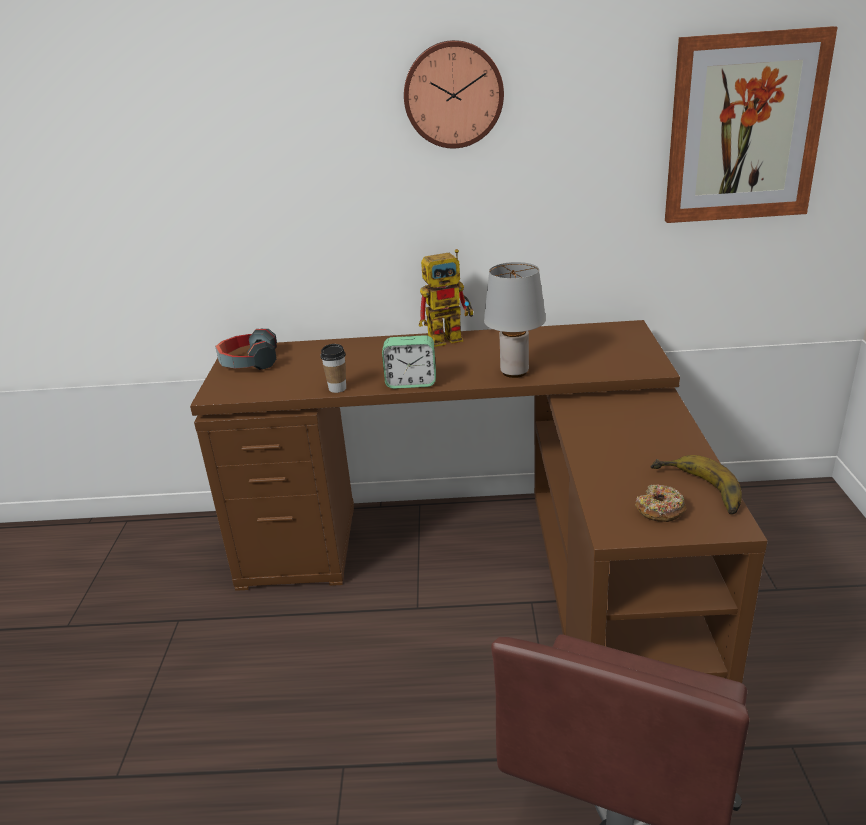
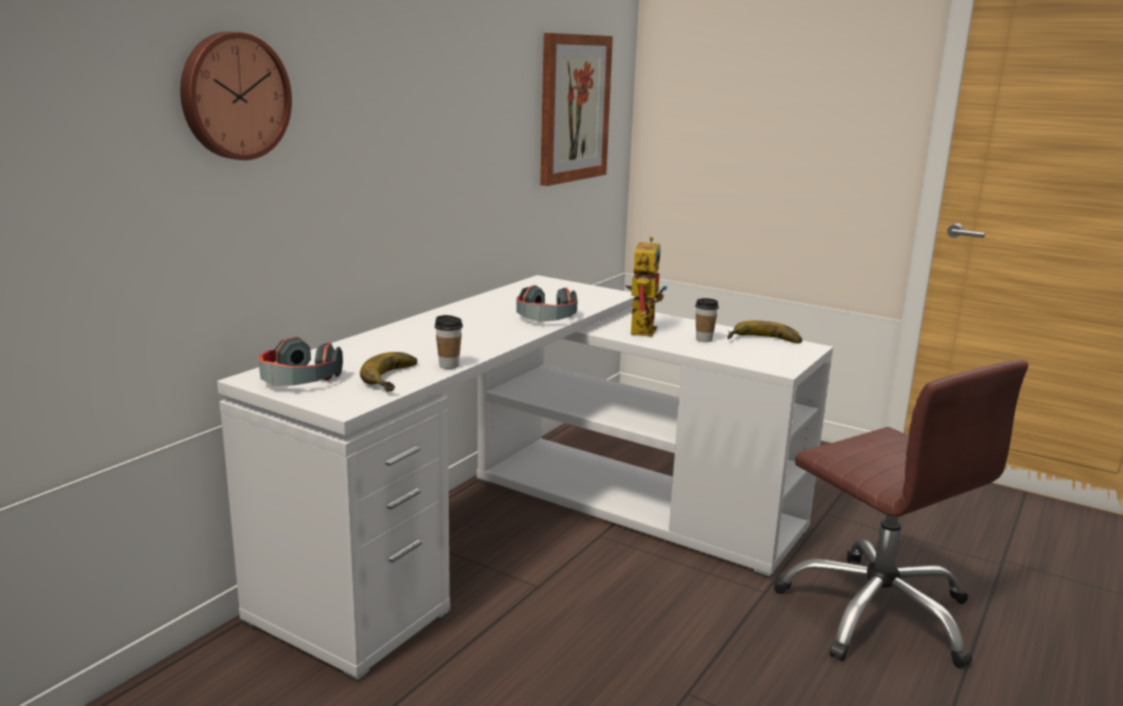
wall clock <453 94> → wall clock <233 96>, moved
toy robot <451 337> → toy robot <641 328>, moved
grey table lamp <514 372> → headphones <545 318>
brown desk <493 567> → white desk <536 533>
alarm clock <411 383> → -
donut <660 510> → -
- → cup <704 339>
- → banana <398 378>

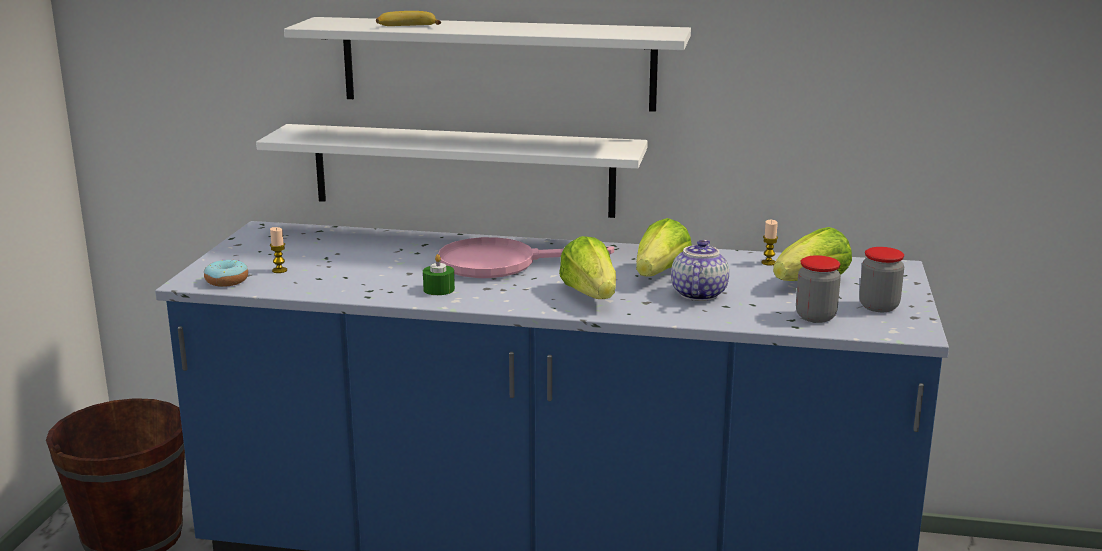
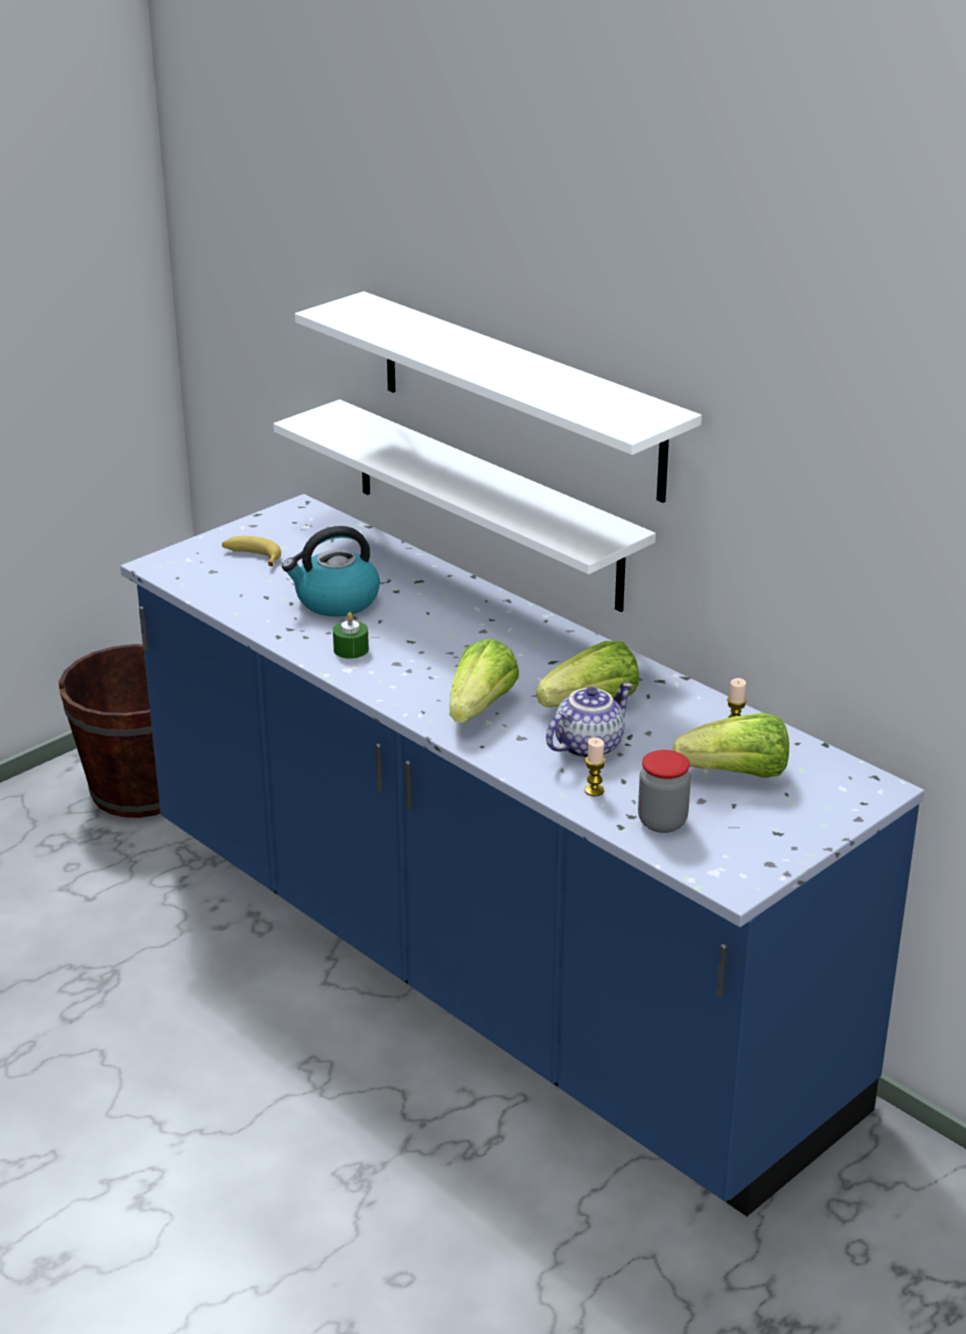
banana <407 27> → banana <252 556>, moved
candle <279 270> → candle <594 790>, moved
pink frying pan <501 263> → -
jar <878 306> → -
donut <227 281> → -
- → kettle <336 601>

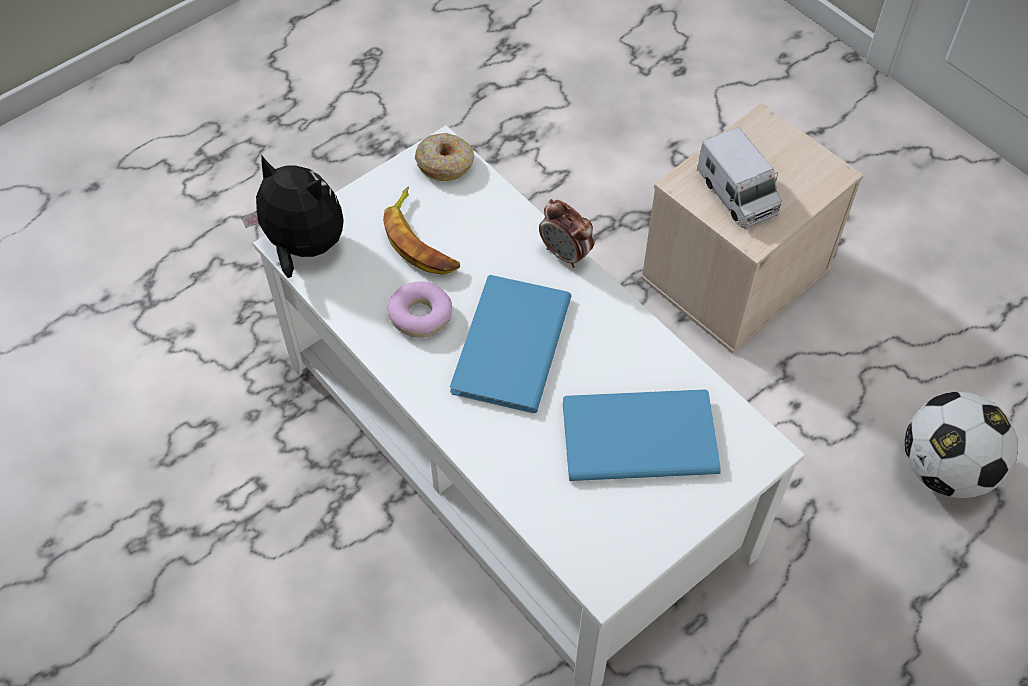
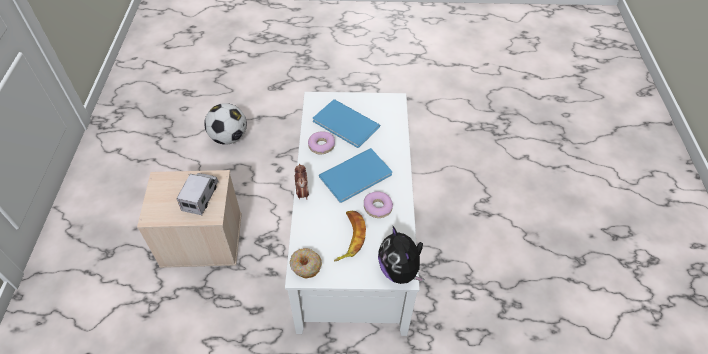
- → donut <321 146>

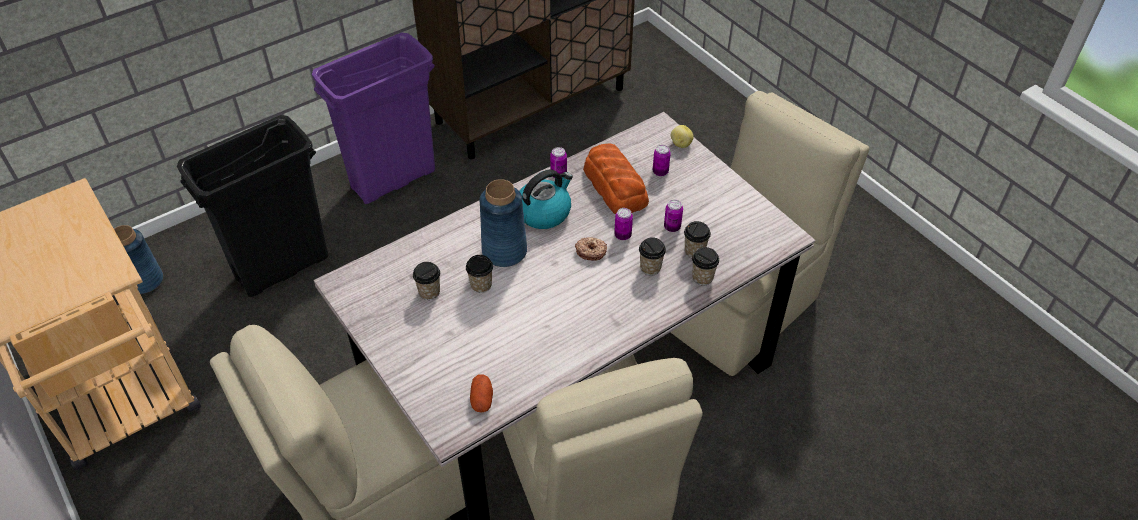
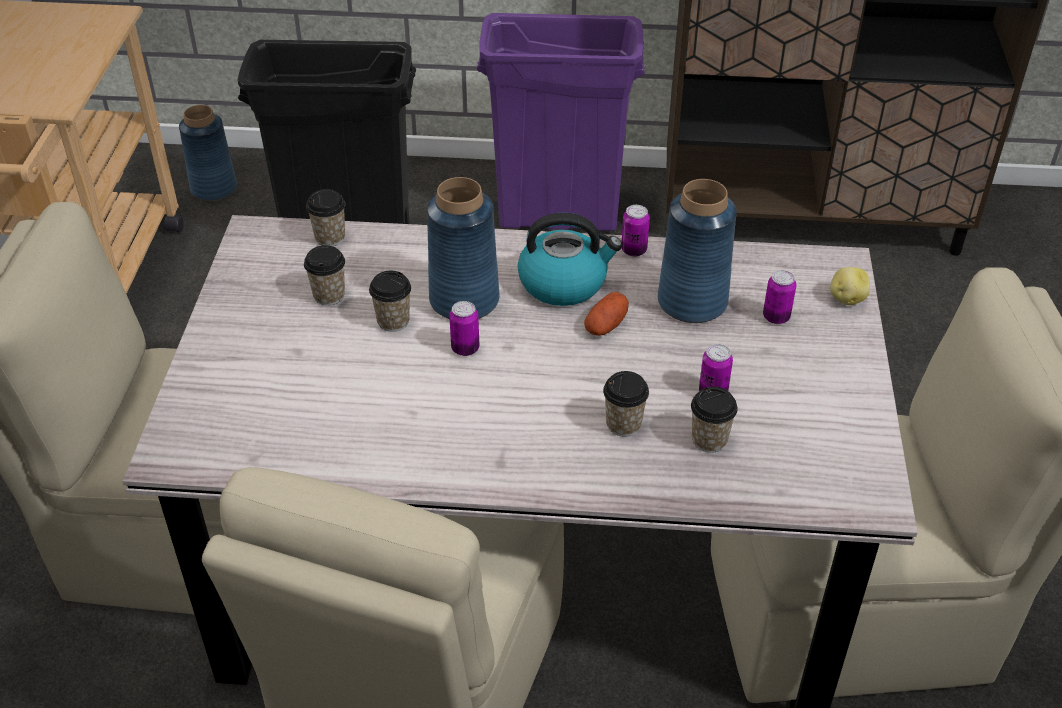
bread <615 186> → blue vase <693 301>
can <622 235> → can <465 348>, moved
donut <591 251> → -
cup <702 278> → cup <330 237>, moved
potato <482 399> → potato <606 325>, moved

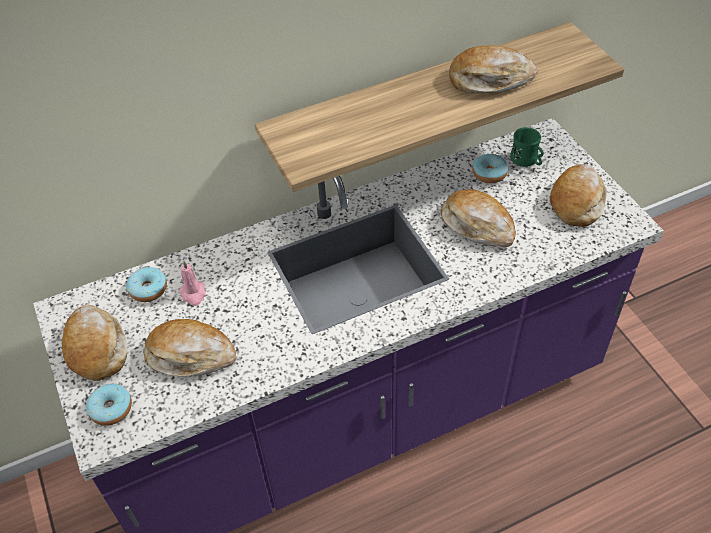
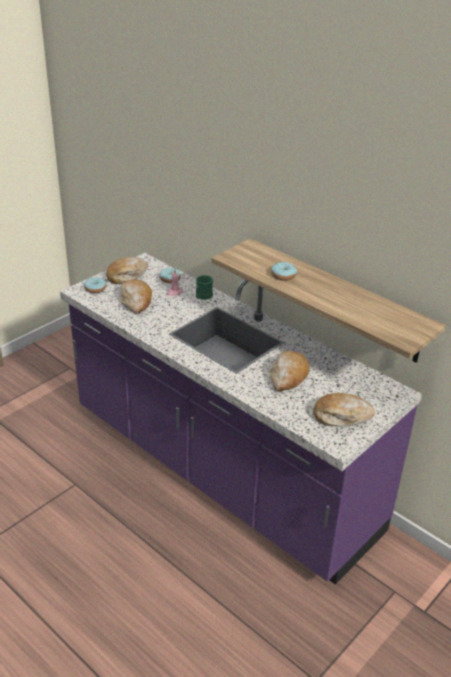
bread <489 79> → -
green mug <527 161> → green mug <202 297>, moved
donut <489 173> → donut <283 275>, moved

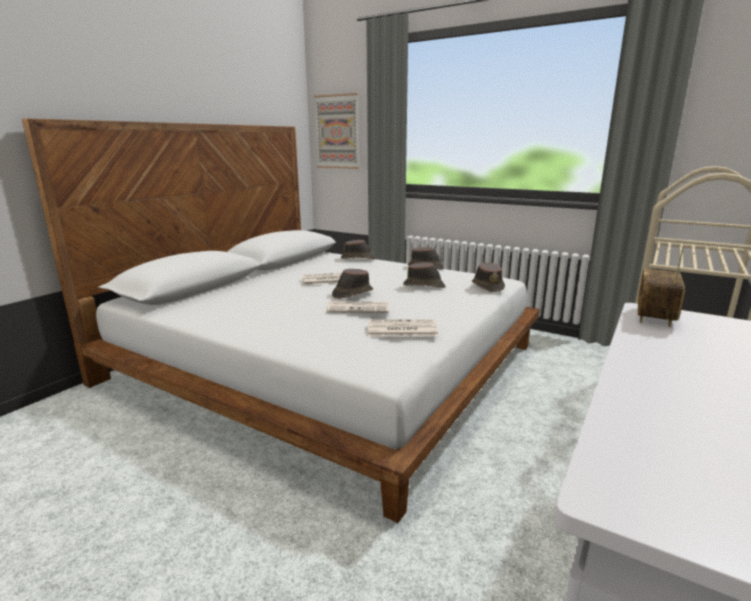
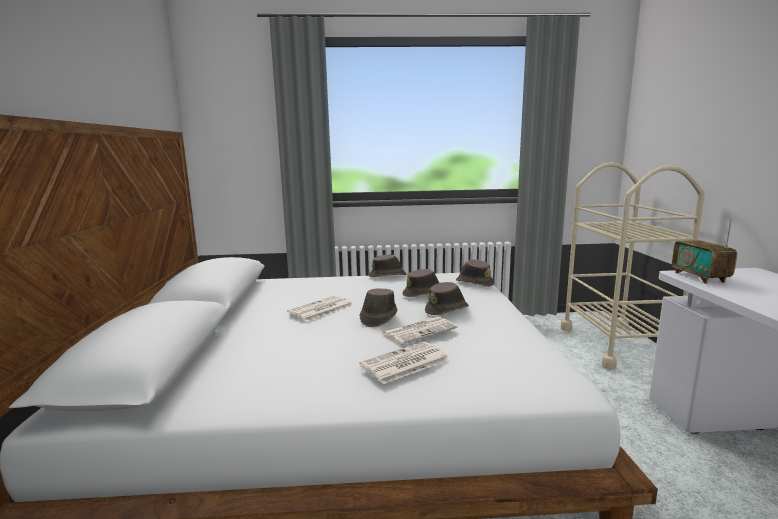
picture <337 132> → -
brown hat <358 259> → brown hat <447 310>, moved
newspaper <401 329> → newspaper <404 363>, moved

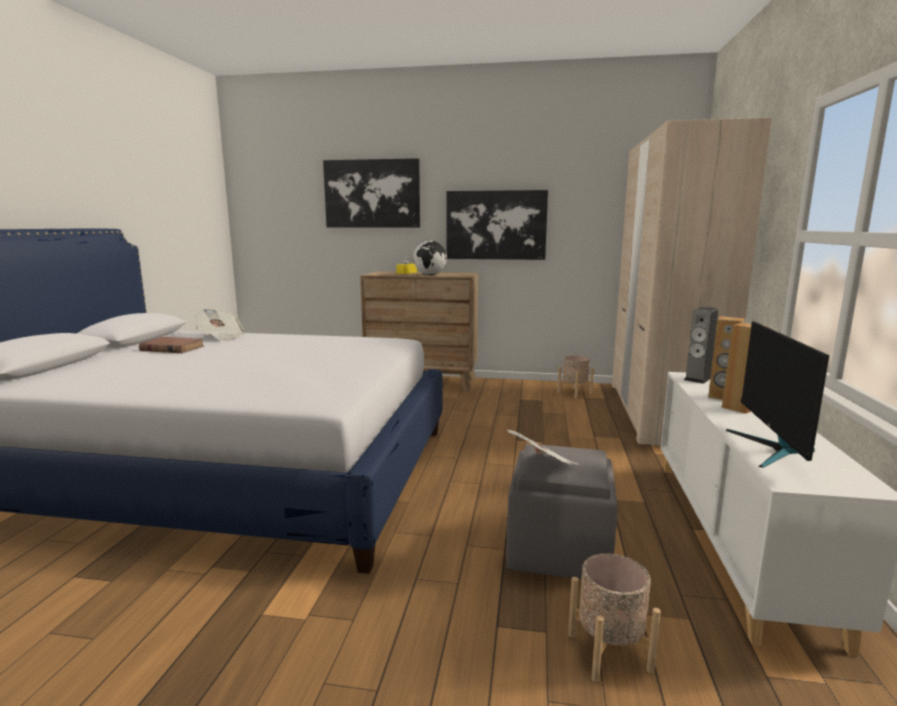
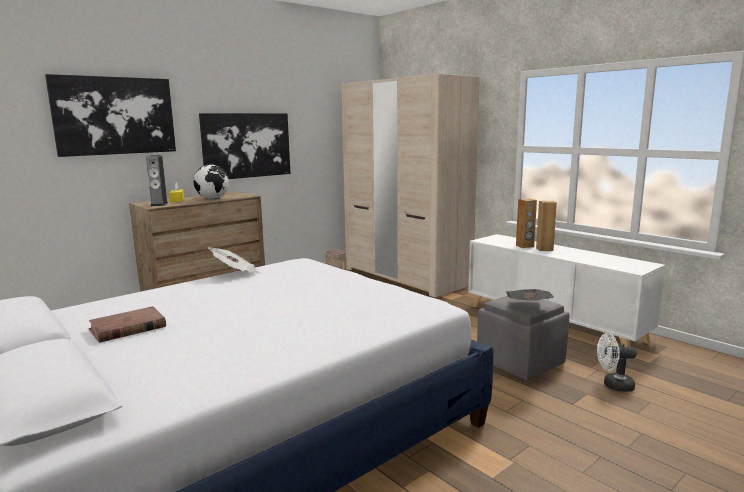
speaker <698 378> → speaker <159 204>, moved
newspaper <220 337> → newspaper <236 273>, moved
monitor <772 449> → -
beige planter <609 652> → white fan <613 385>

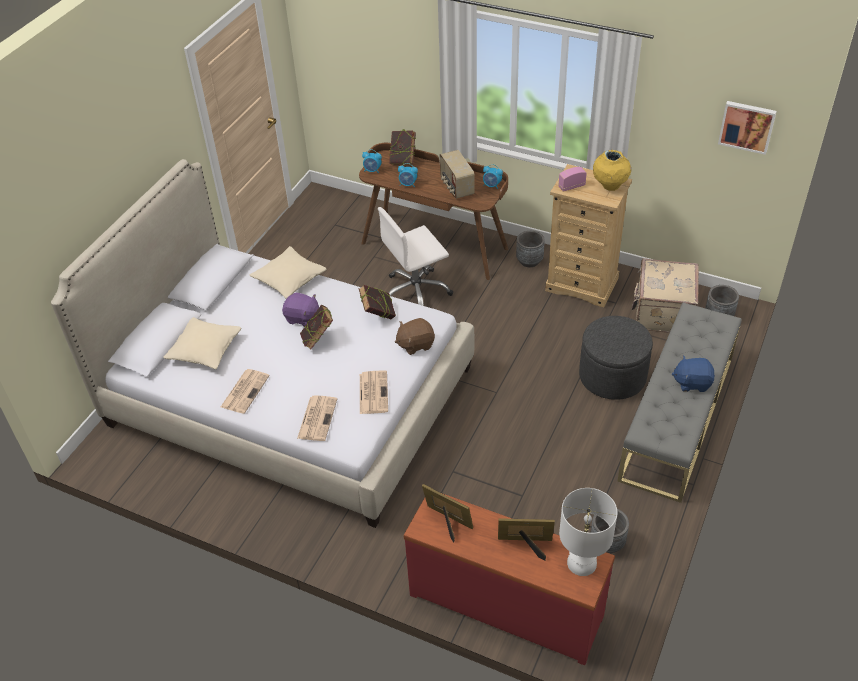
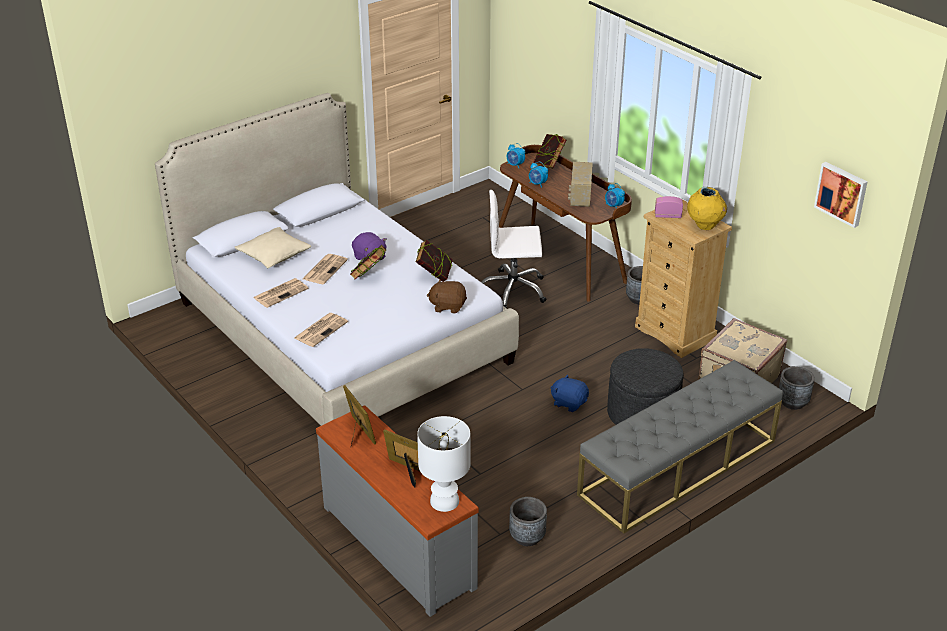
beige pillow <289 279> → -
blue plush toy <692 382> → blue plush toy <569 403>, moved
newspaper <373 392> → newspaper <325 269>, moved
red dresser <506 603> → grey dresser <400 545>

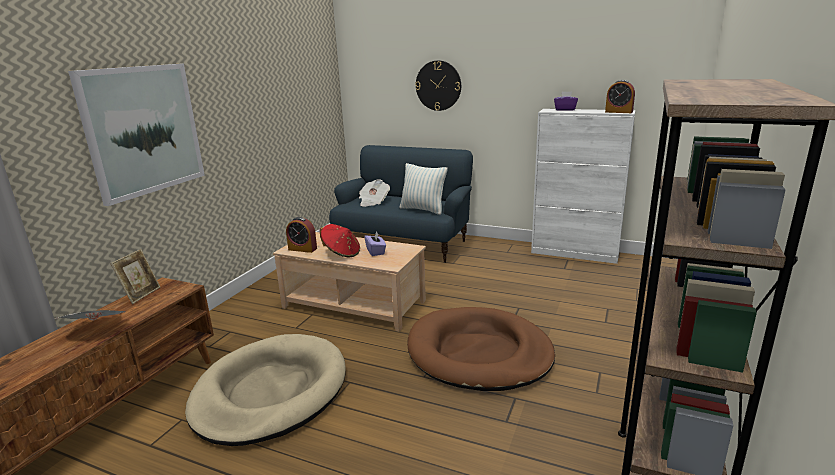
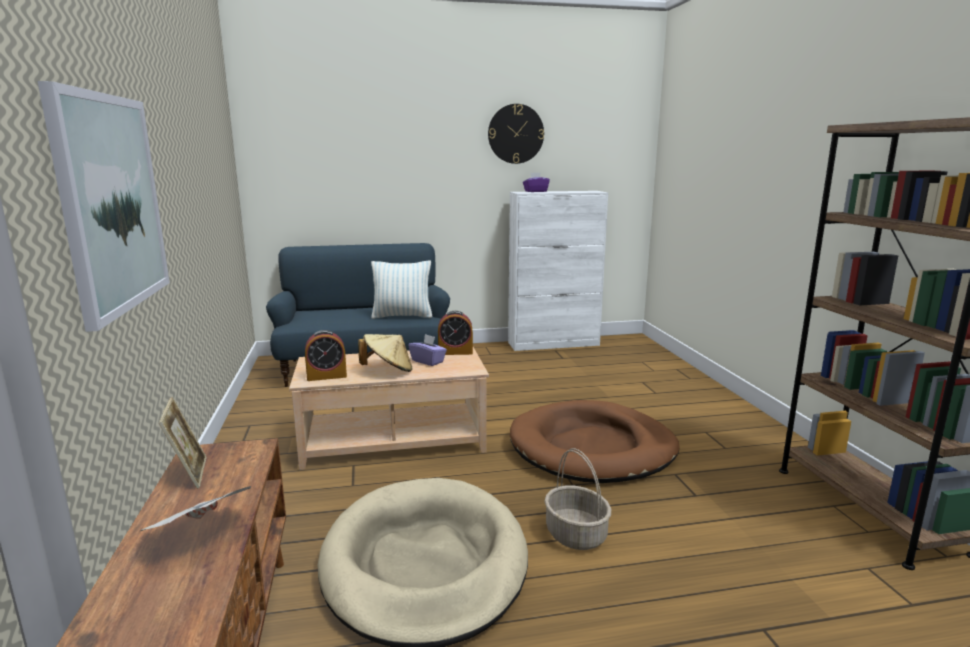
wall clock <438 85> → wall clock <515 134>, moved
alarm clock <619 112> → alarm clock <455 352>, moved
newspaper <373 202> → -
red hat <341 253> → beige hat <388 370>
- → basket <576 535>

